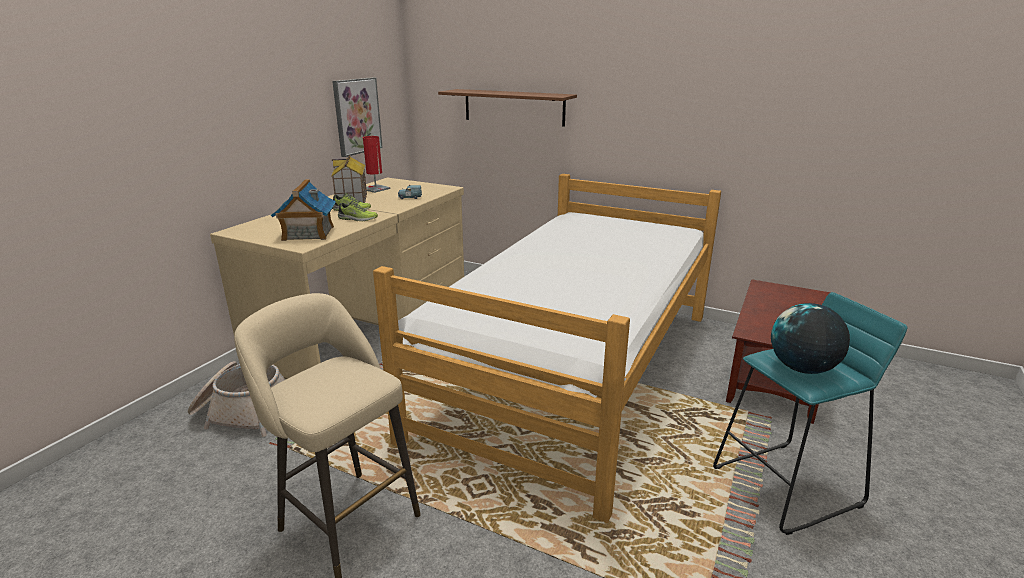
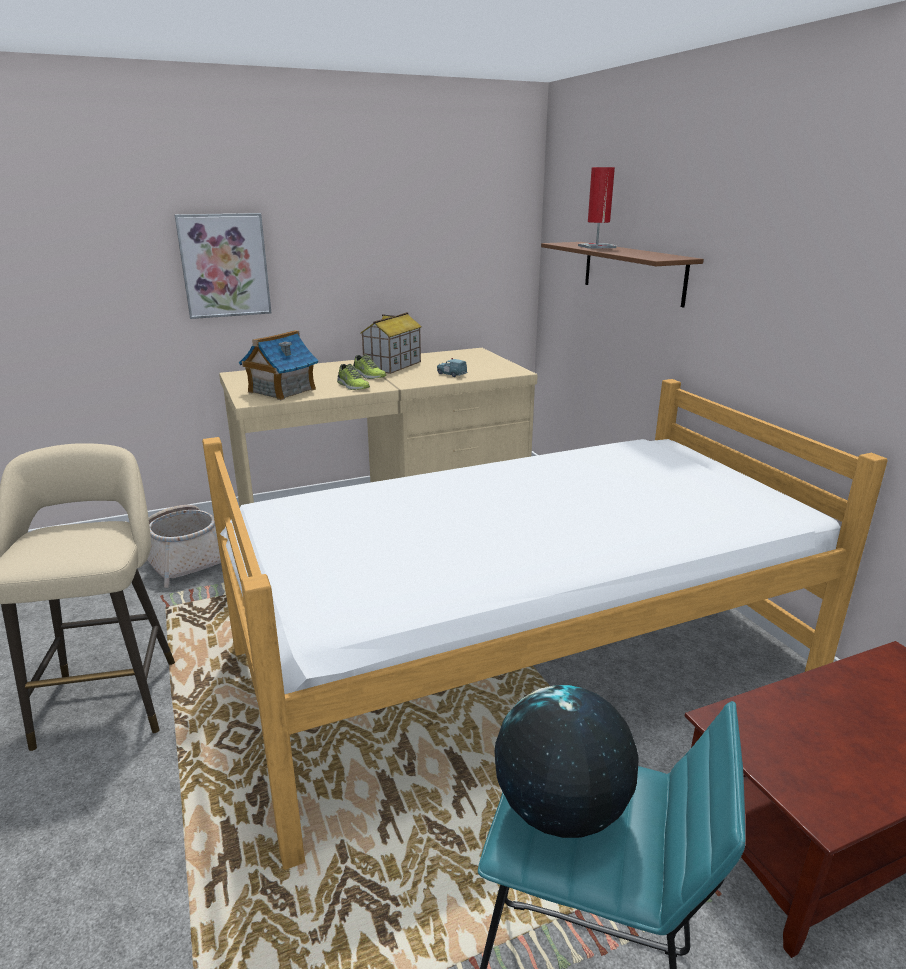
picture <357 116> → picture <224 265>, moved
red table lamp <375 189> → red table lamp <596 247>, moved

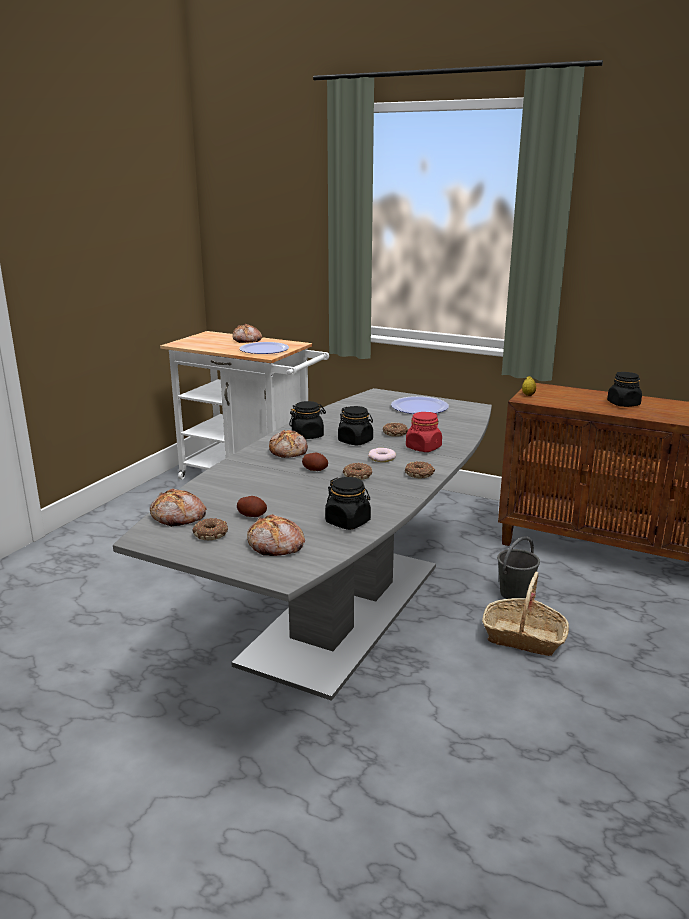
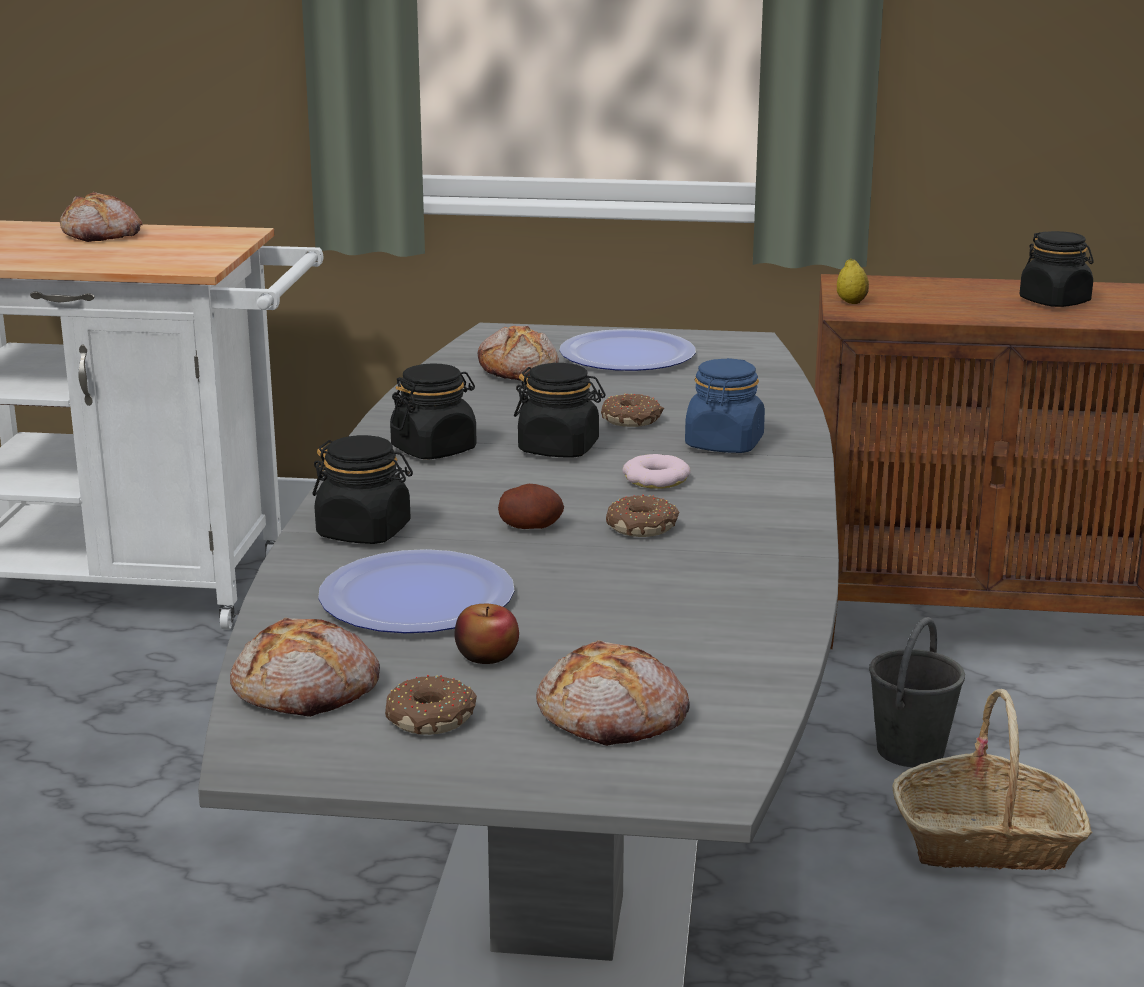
plate <264 350> → plate <417 597>, moved
red jar <423 448> → blue jar <724 444>
bread <289 452> → bread <519 370>, moved
donut <419 474> → -
black jar <348 522> → black jar <364 532>, moved
potato <252 515> → apple <487 656>

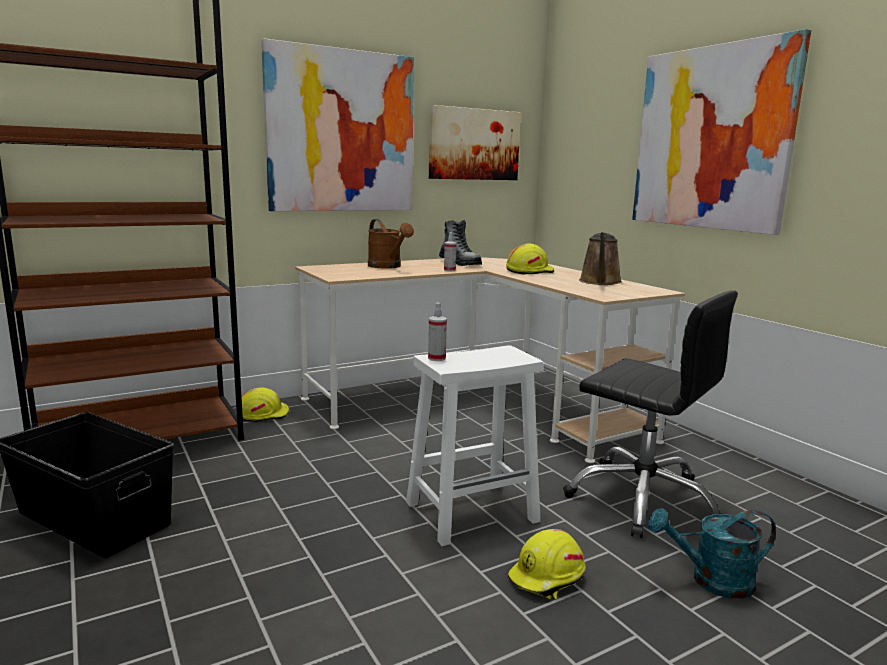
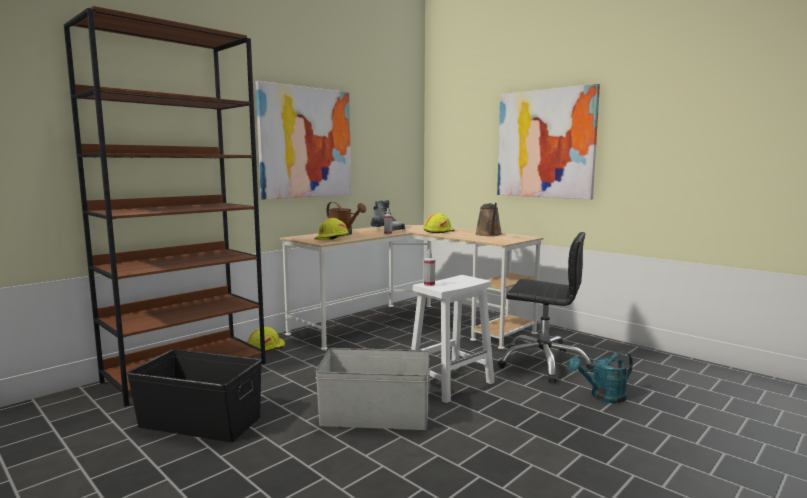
picture <474 144> → -
yellow hard hat <547 578> → yellow hard hat <332 239>, moved
- → grey storage box <375 415>

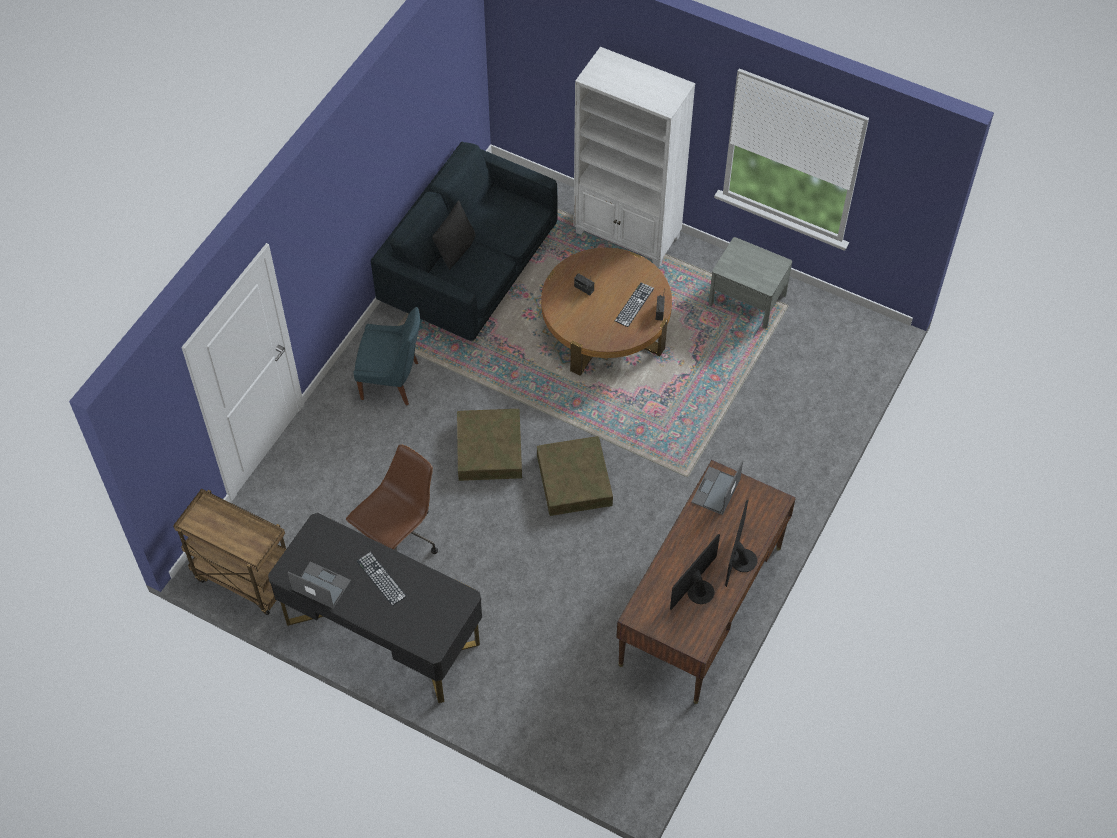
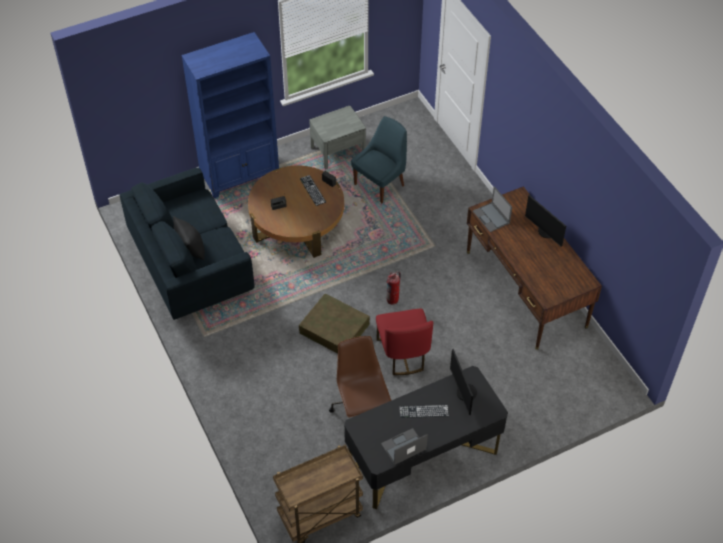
white bookcase <627 235> → blue bookcase <240 176>
blue chair <392 381> → blue chair <380 184>, moved
brown storage box <574 480> → fire extinguisher <393 299>
monitor <697 590> → monitor <464 393>, moved
- → red chair <403 354>

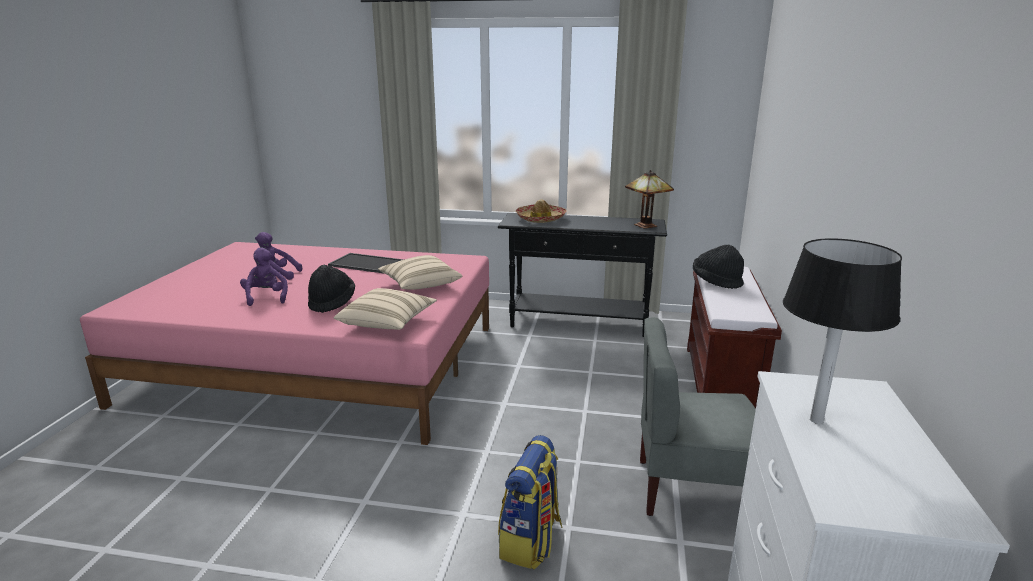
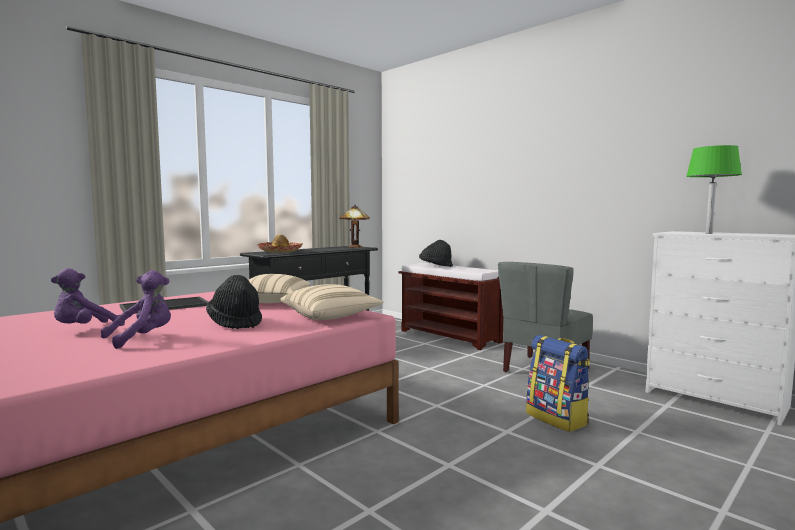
black table lamp <817 420> → green table lamp <709 233>
purple plush toy <266 297> → purple plush toy <143 338>, 120 degrees clockwise

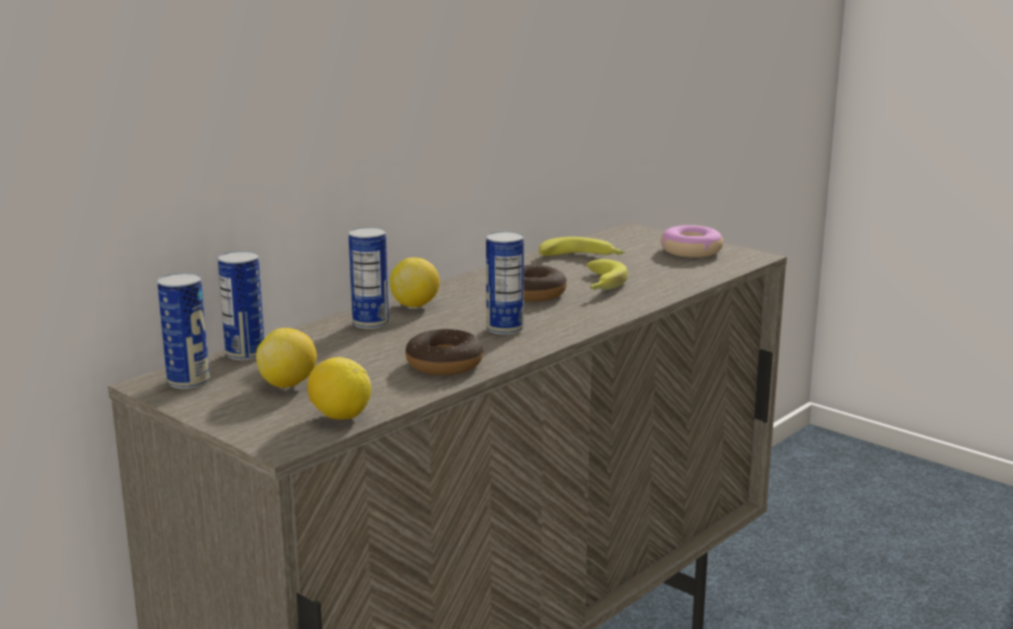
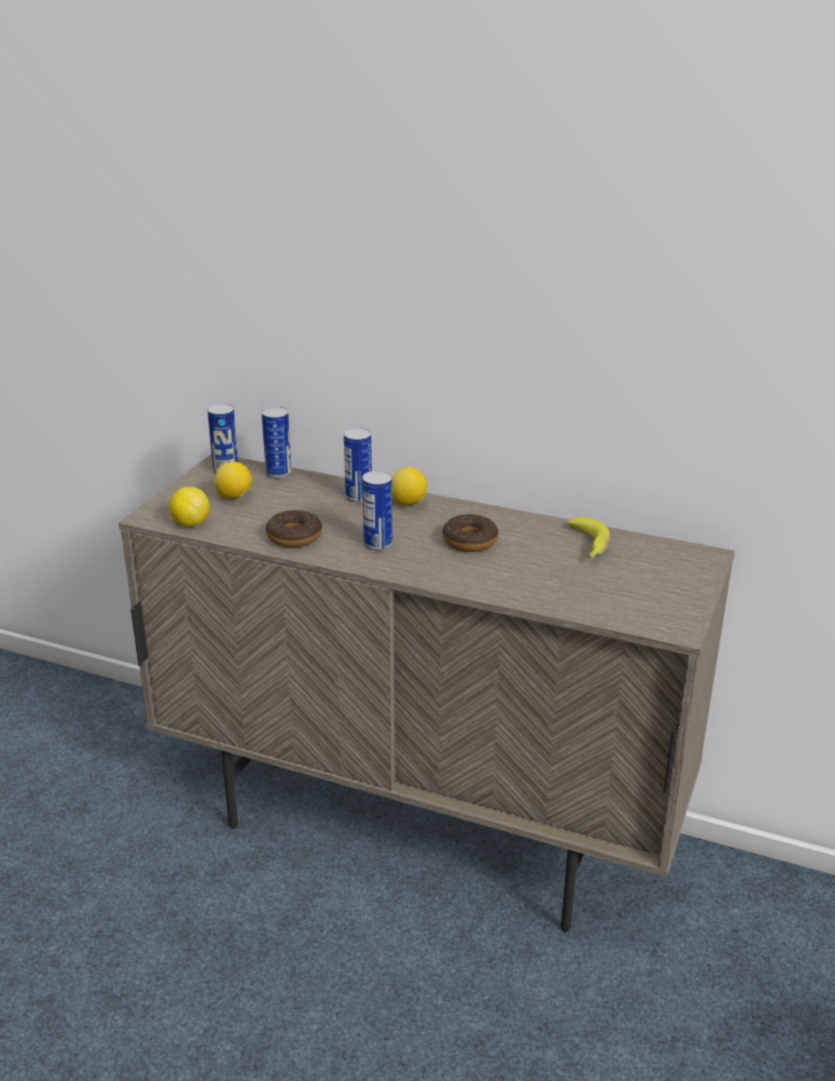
donut <691 251> → -
banana <600 285> → -

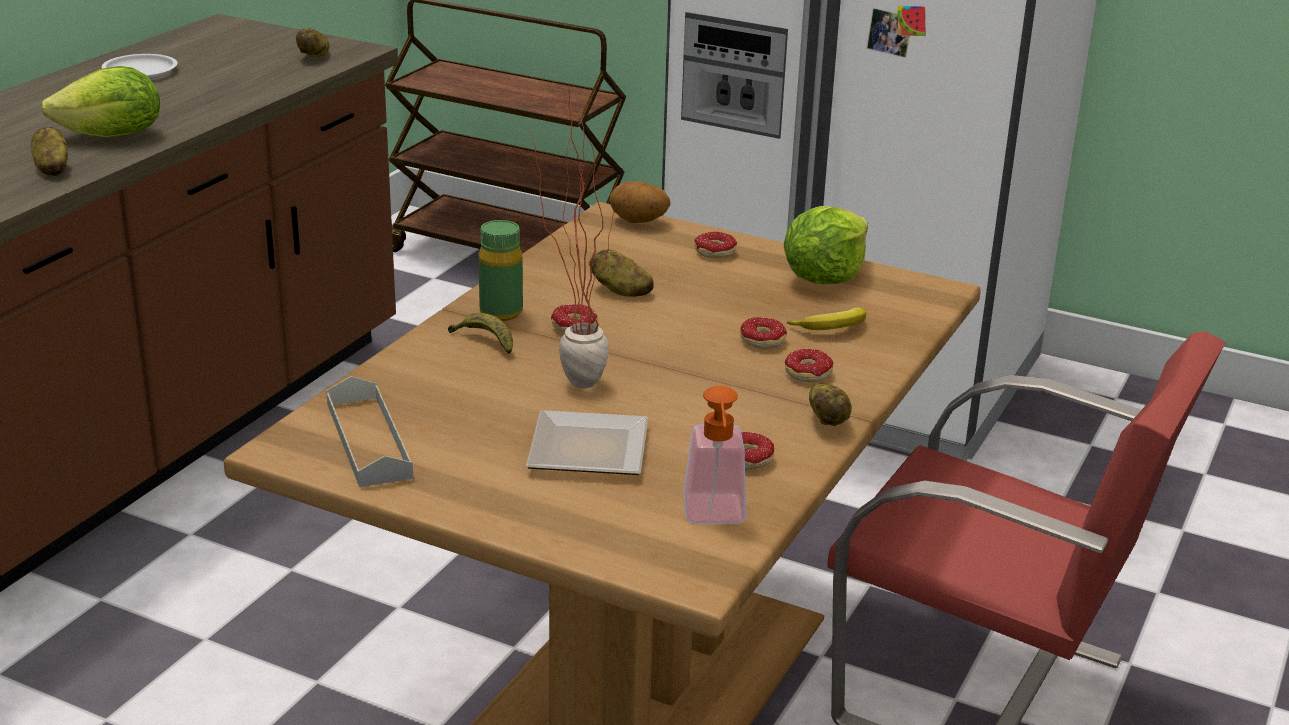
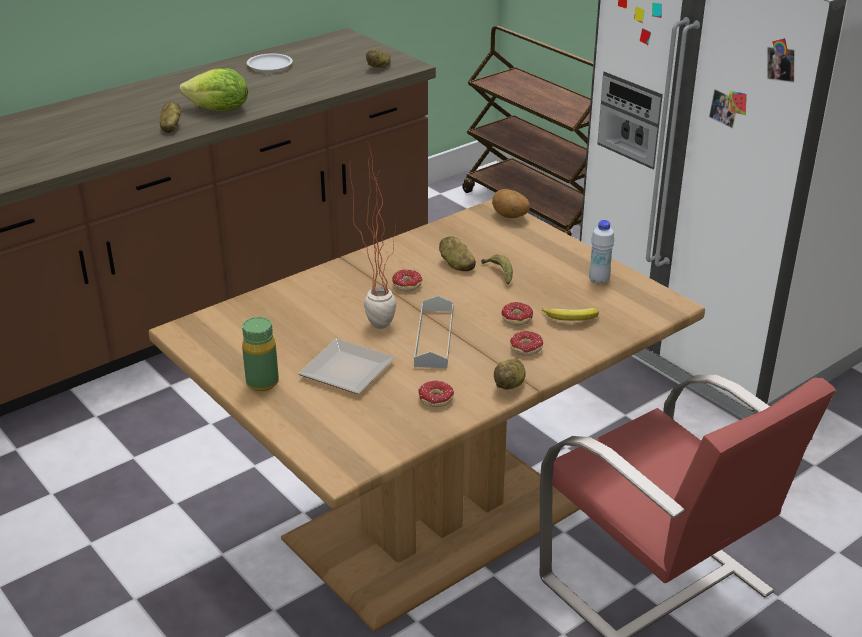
lettuce <824 277> → white bottle <599 280>
green bottle <501 312> → green bottle <262 383>, moved
donut <713 255> → -
banana <485 342> → banana <499 273>, moved
grey tray <368 440> → grey tray <434 337>, moved
soap dispenser <715 518> → -

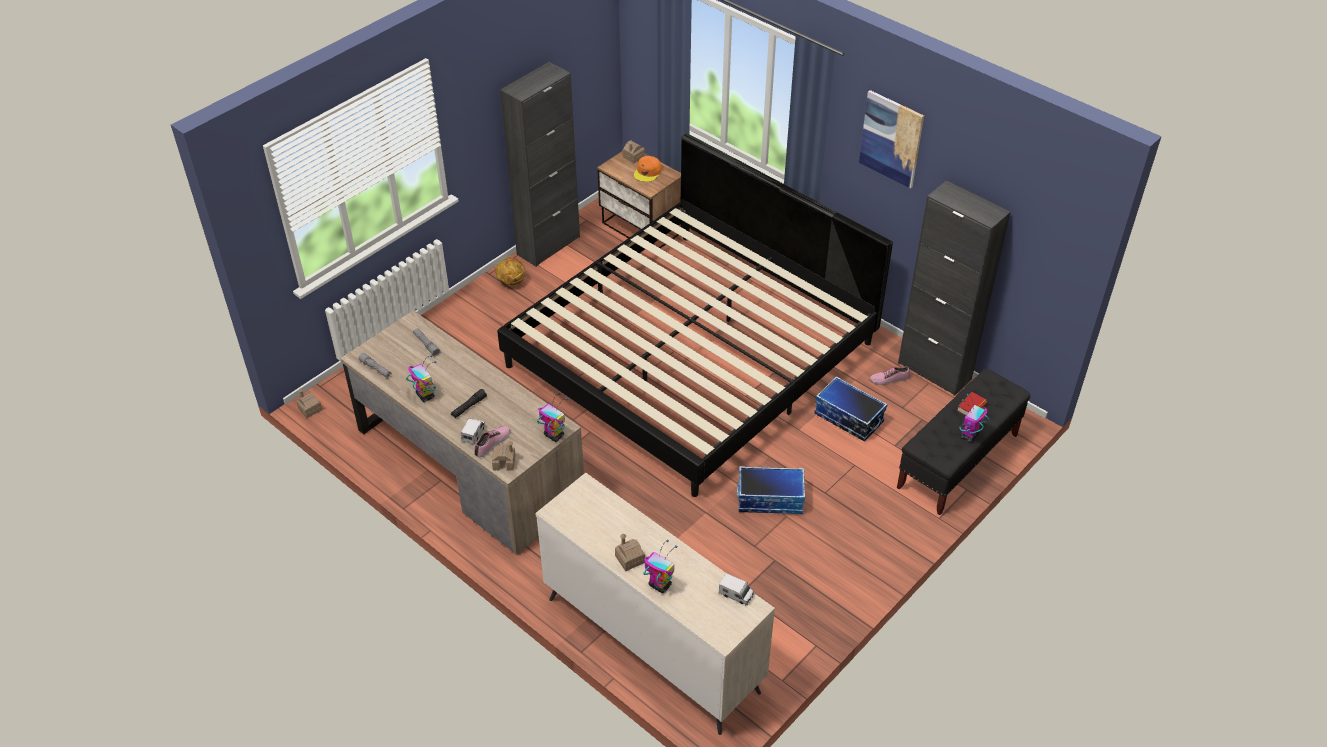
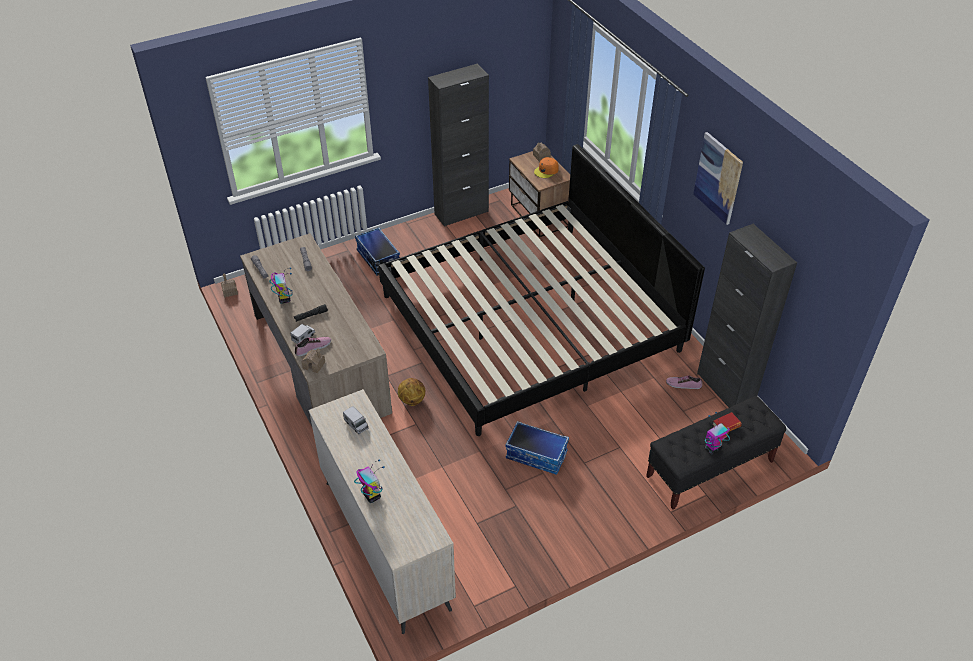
basketball <511 282> → basketball <412 400>, moved
storage box <848 418> → storage box <377 259>, moved
toy robot <553 435> → -
toy house <630 559> → -
toy truck <736 594> → toy truck <356 424>, moved

